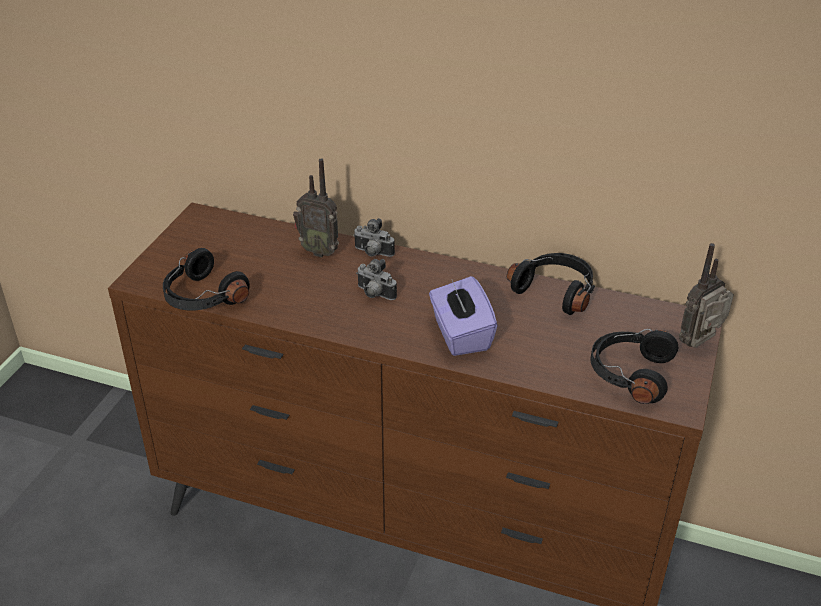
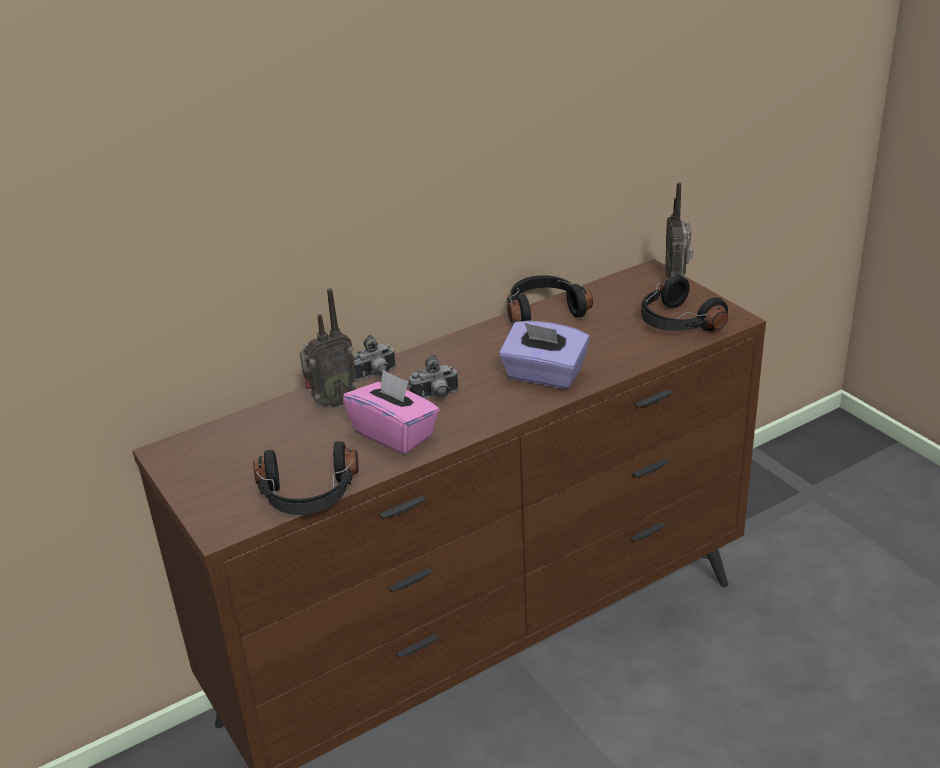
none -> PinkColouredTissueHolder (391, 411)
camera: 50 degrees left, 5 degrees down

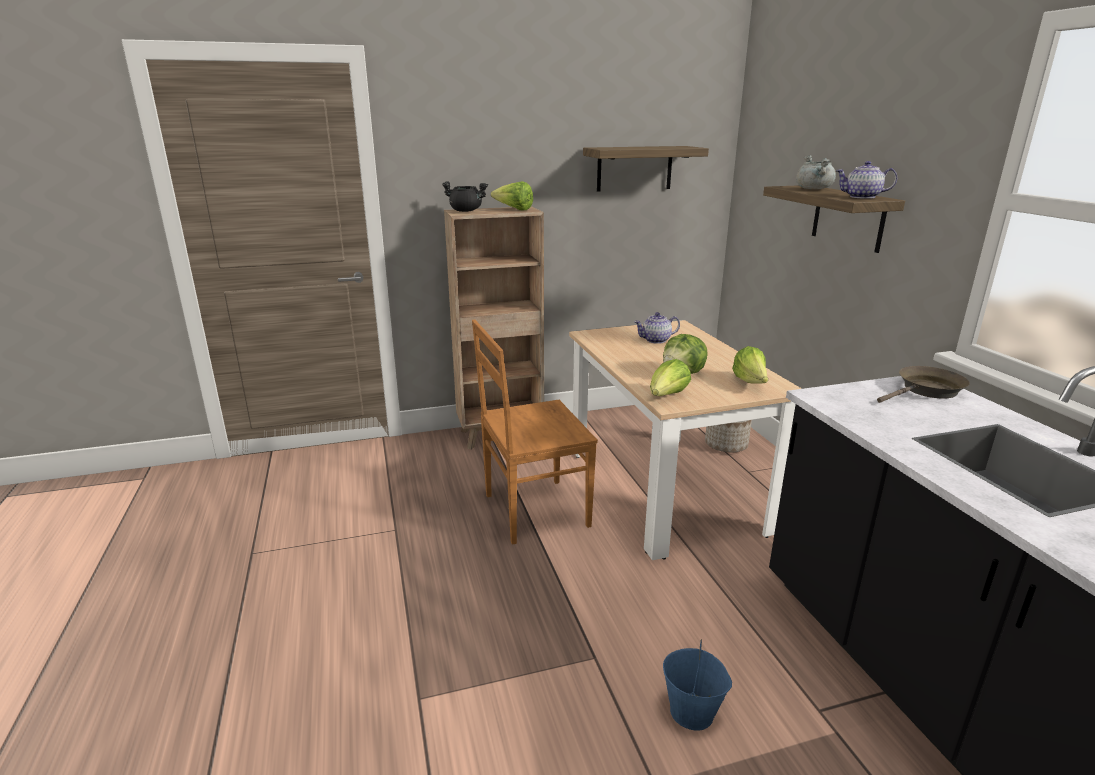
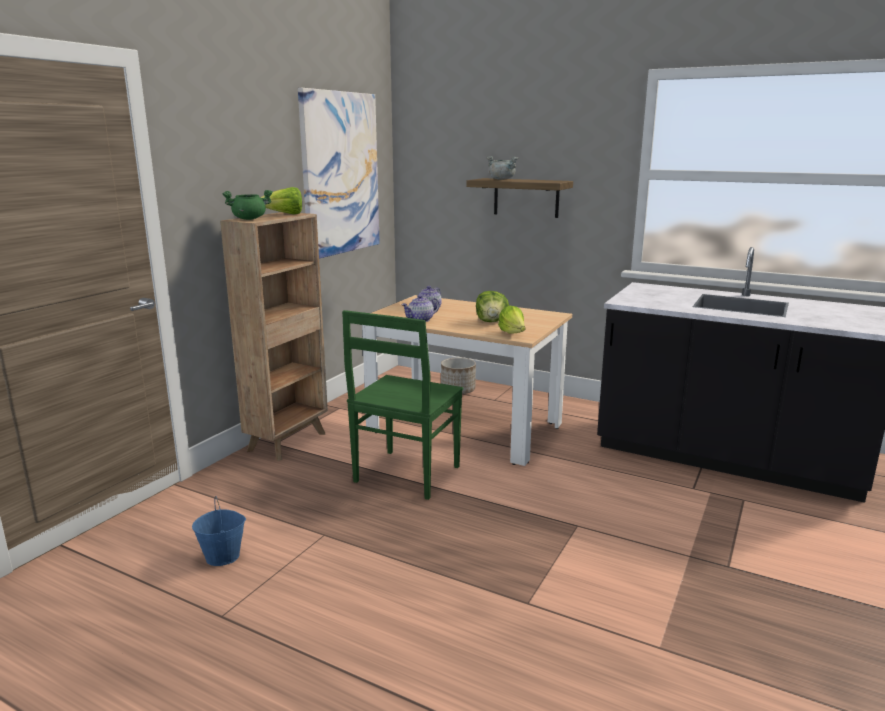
HeadOfLettuce (750, 365) -> none
BrownColouredPan (923, 384) -> none
BlueWaterBucket (697, 685) -> BlueWaterBucket (219, 531), move
Teapot (866, 180) -> Teapot (420, 308), move
Shelf (646, 169) -> WallArt (339, 173)
BlackishCookingPot (465, 196) -> GreenishCookingPot (247, 205)
BrownColouredChair (535, 432) -> GreenishChair (402, 405)
camera: 45 degrees left, 5 degrees down

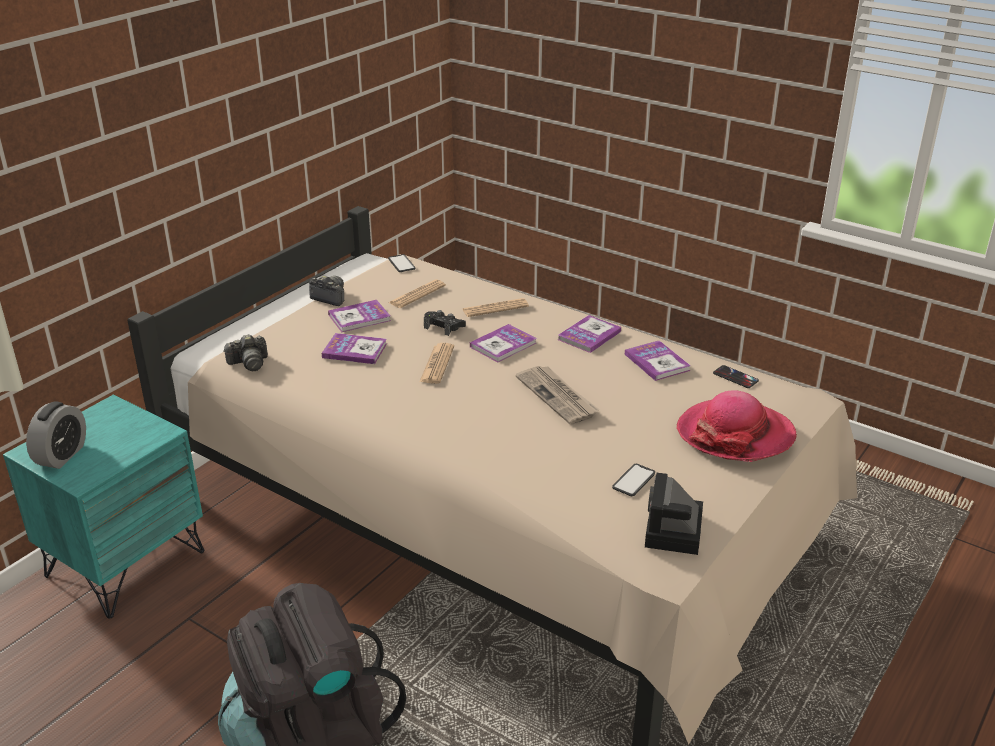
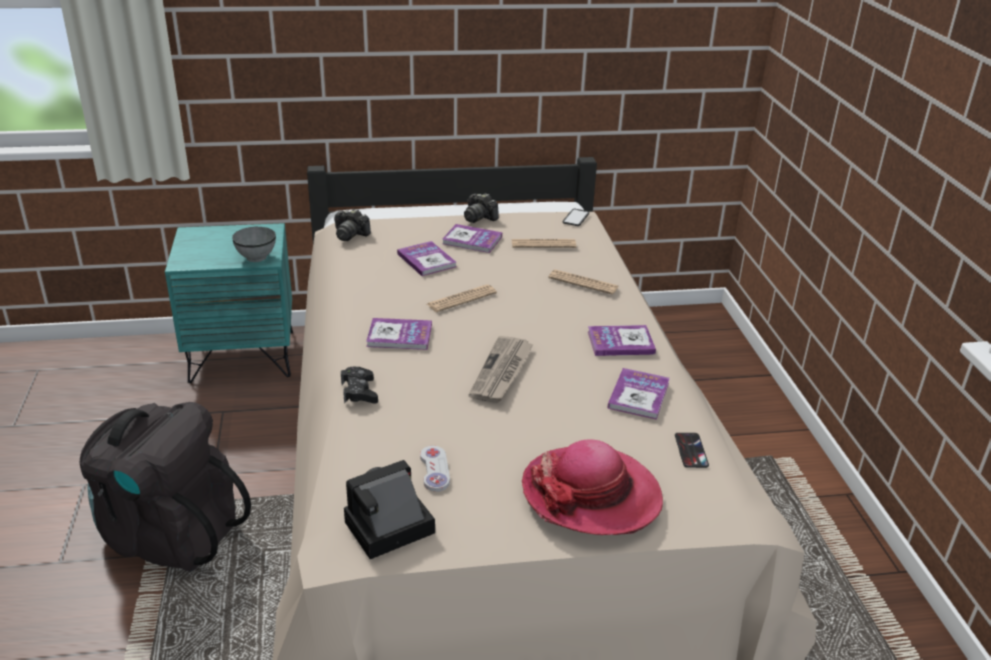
TableClock (56, 435) -> none
none -> GrayDeepDish (254, 244)
BlackishGameController (445, 323) -> BlackishGameController (359, 385), move
Volume (503, 343) -> Volume (399, 334), move
Telephone (633, 480) -> WhiteGameController (435, 469)
StillCamera (326, 291) -> StillCamera (481, 208), 150 degrees clockwise
camera: 45 degrees right, 0 degrees up

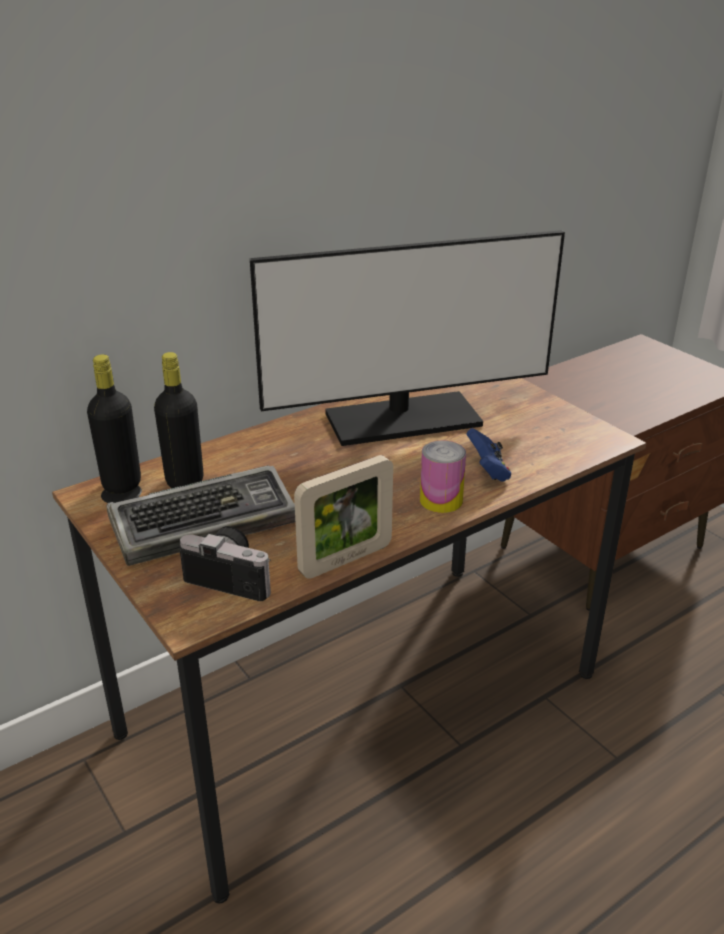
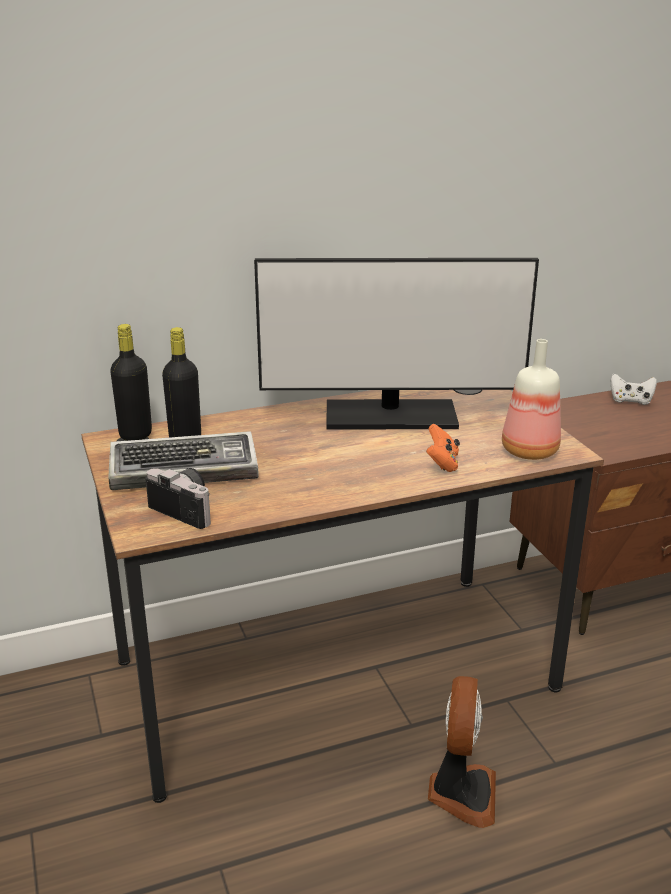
PhotoFrame (343, 517) -> none
Can (443, 476) -> none
none -> ElectricFan (462, 752)
none -> BeverageBottle (531, 399)
none -> WhiteGameController (634, 389)
BlueGameController (488, 455) -> OrangeColouredGameController (443, 448)
camera: 15 degrees right, 5 degrees down

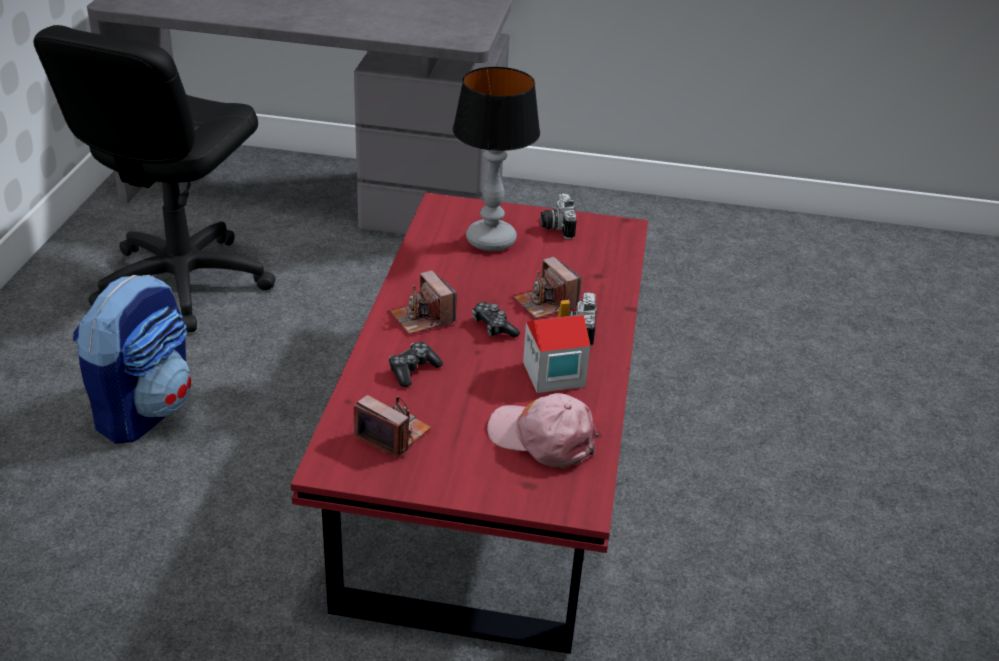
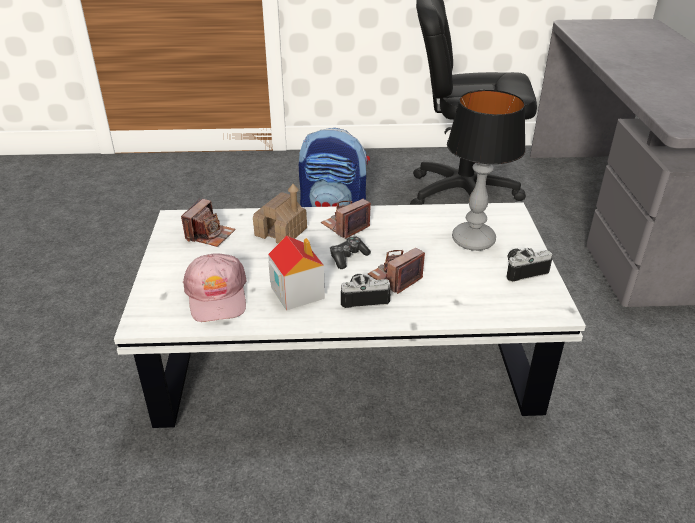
GameController (416, 364) -> ToyHouse (280, 214)
RedLoungeTable (469, 423) -> WhiteLoungeTable (350, 315)
PinkColouredCap (543, 430) -> PinkColouredCap (215, 287), 150 degrees clockwise
camera: 80 degrees right, 0 degrees up

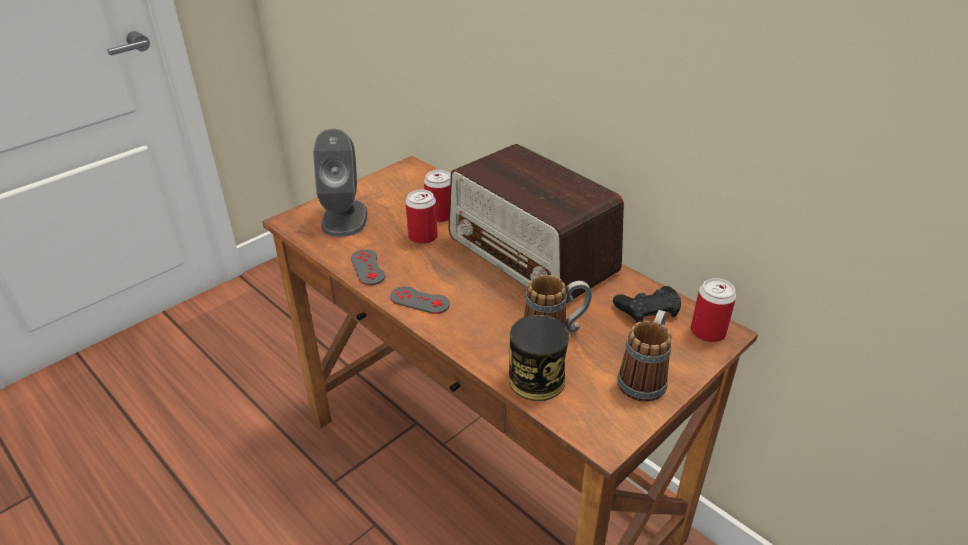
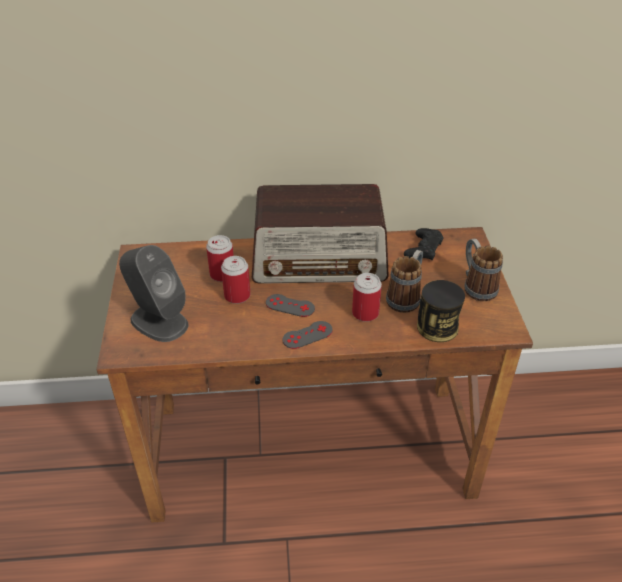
GrayGameController (368, 267) -> GrayGameController (290, 305), move
Can (714, 310) -> Can (367, 297), move
camera: 50 degrees left, 5 degrees up

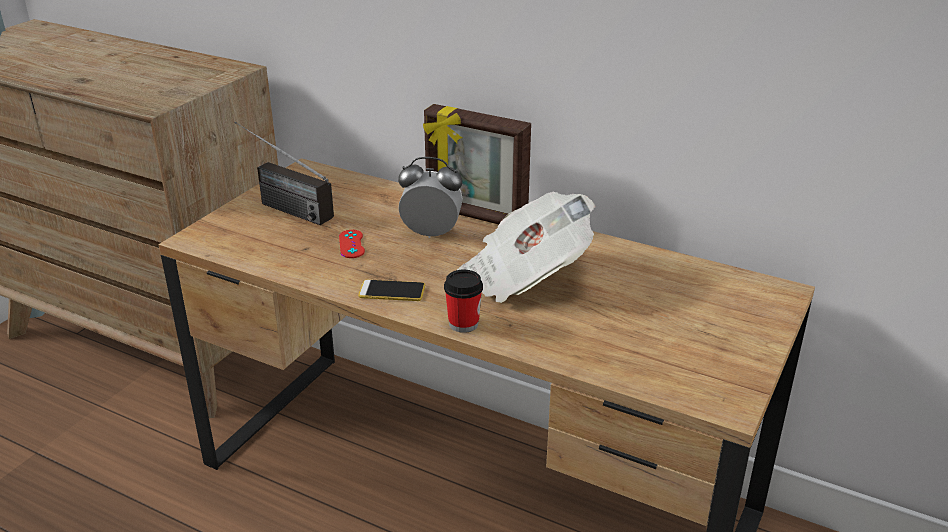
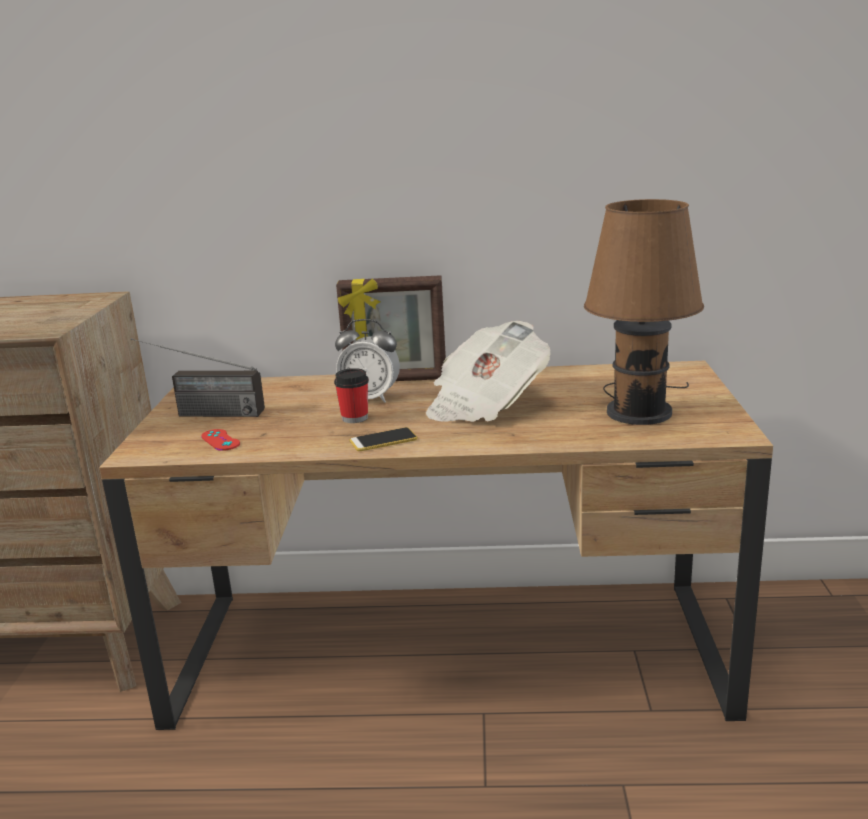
none -> BrownColouredTableLamp (644, 312)
RedGameController (352, 244) -> RedGameController (220, 440), move
SmallCup (463, 301) -> SmallCup (351, 395), move
TableClock (430, 197) -> TableClock (367, 361), 150 degrees counterclockwise
camera: 25 degrees left, 10 degrees down

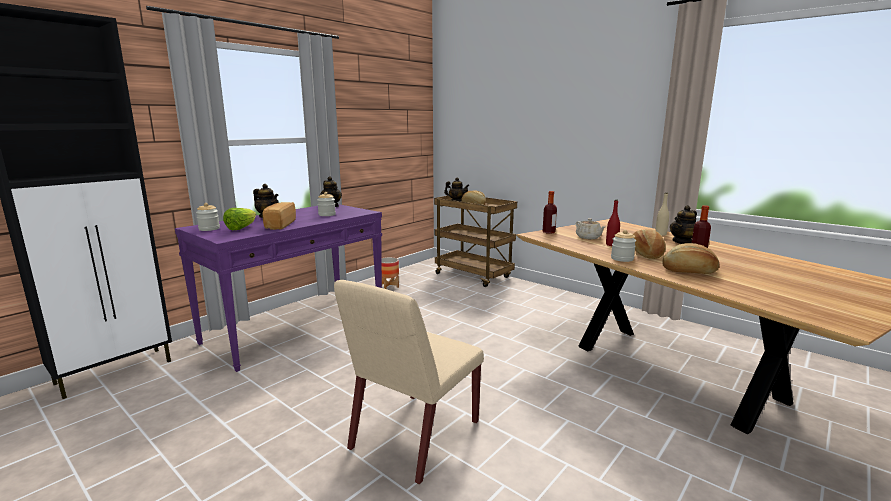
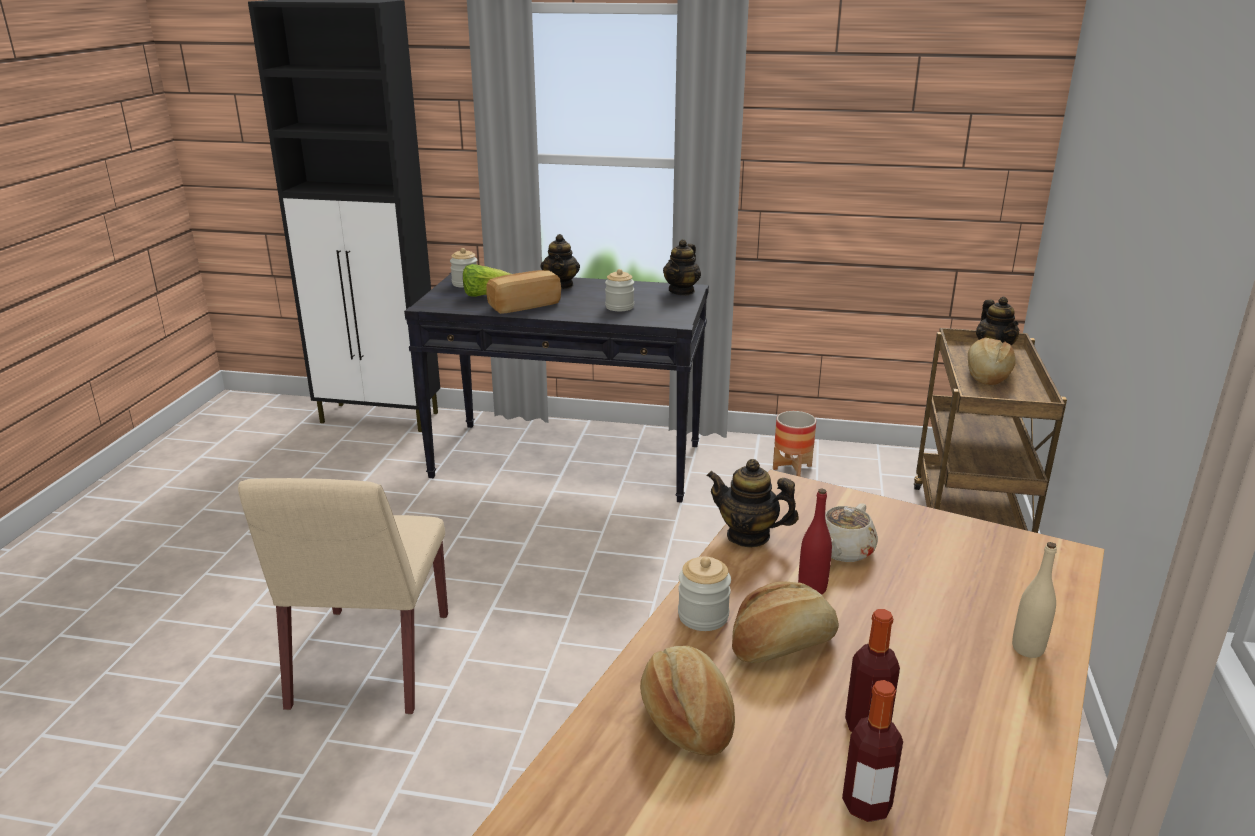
BeverageBottle (550, 212) -> BeverageBottle (872, 751), move
Teapot (683, 224) -> Teapot (753, 503), move
PurpleHallTable (278, 288) -> BlackishHallTable (556, 388)
BeigeColouredChair (409, 382) -> BeigeColouredChair (343, 596), 90 degrees counterclockwise
camera: 60 degrees right, 10 degrees up

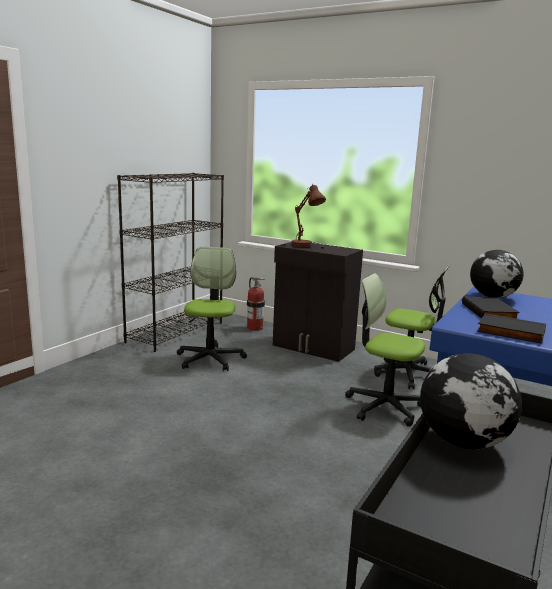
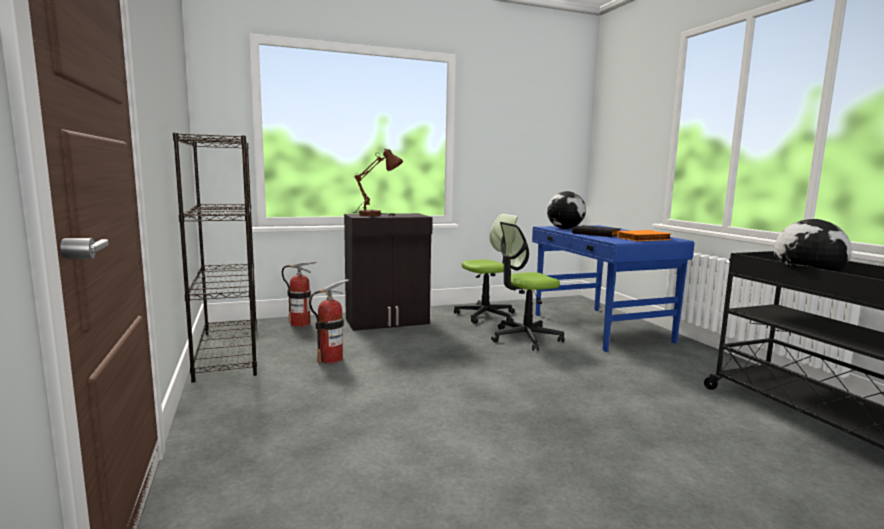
OfficeChair (212, 309) -> FireExtinguisher (329, 321)
BlackishVolume (511, 328) -> OrangeColouredVolume (644, 235)
camera: 50 degrees left, 5 degrees down

